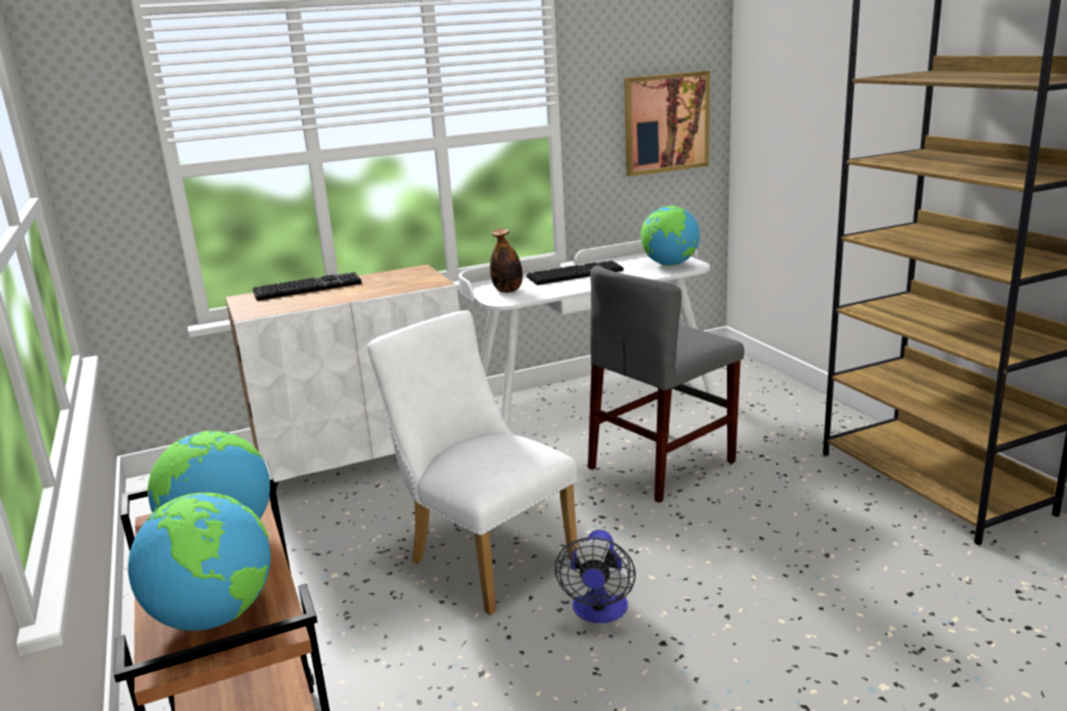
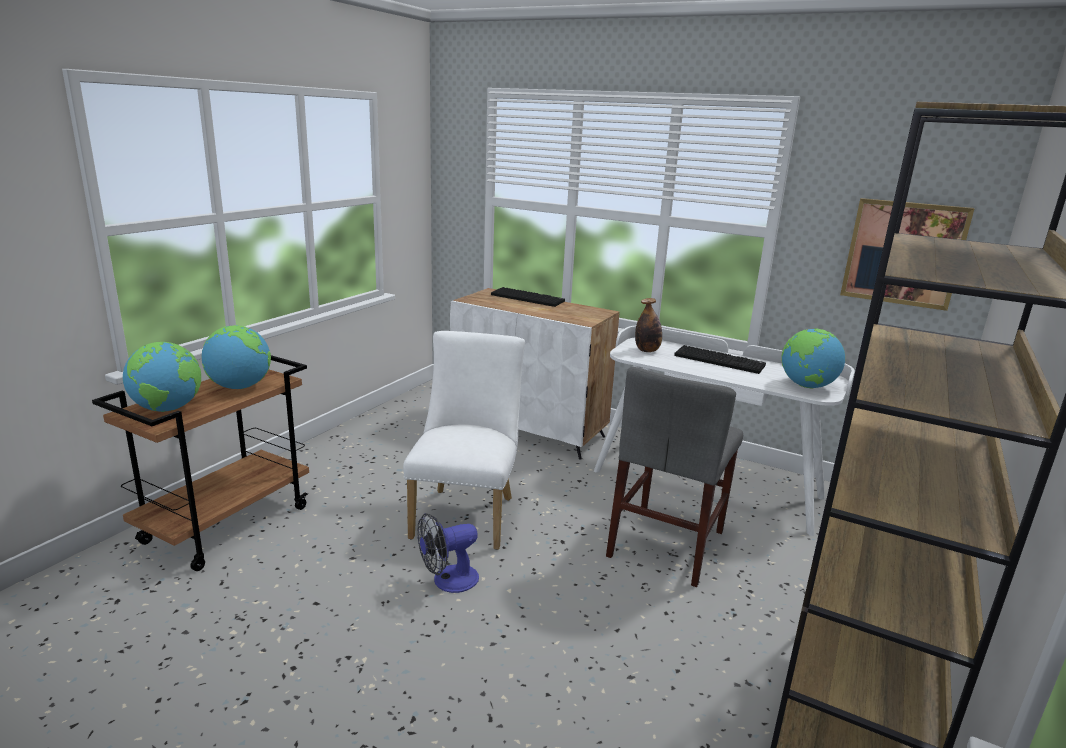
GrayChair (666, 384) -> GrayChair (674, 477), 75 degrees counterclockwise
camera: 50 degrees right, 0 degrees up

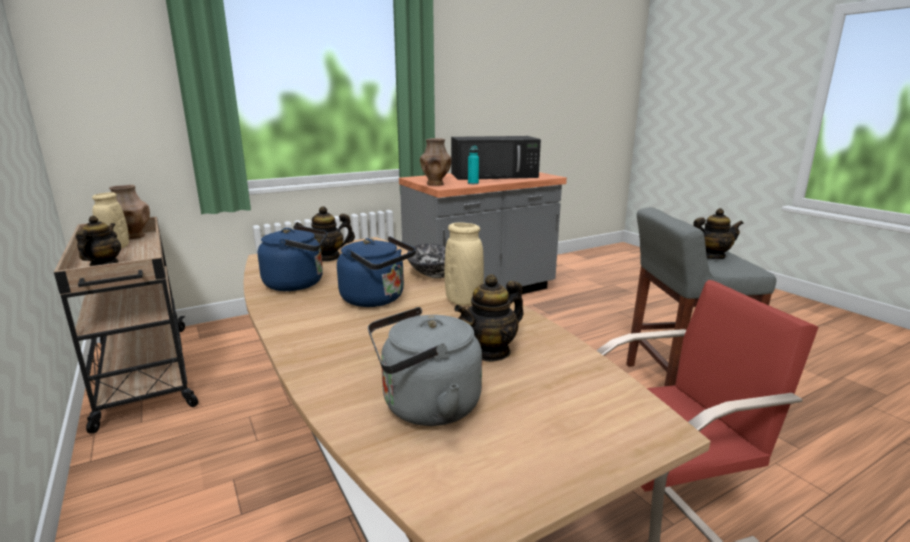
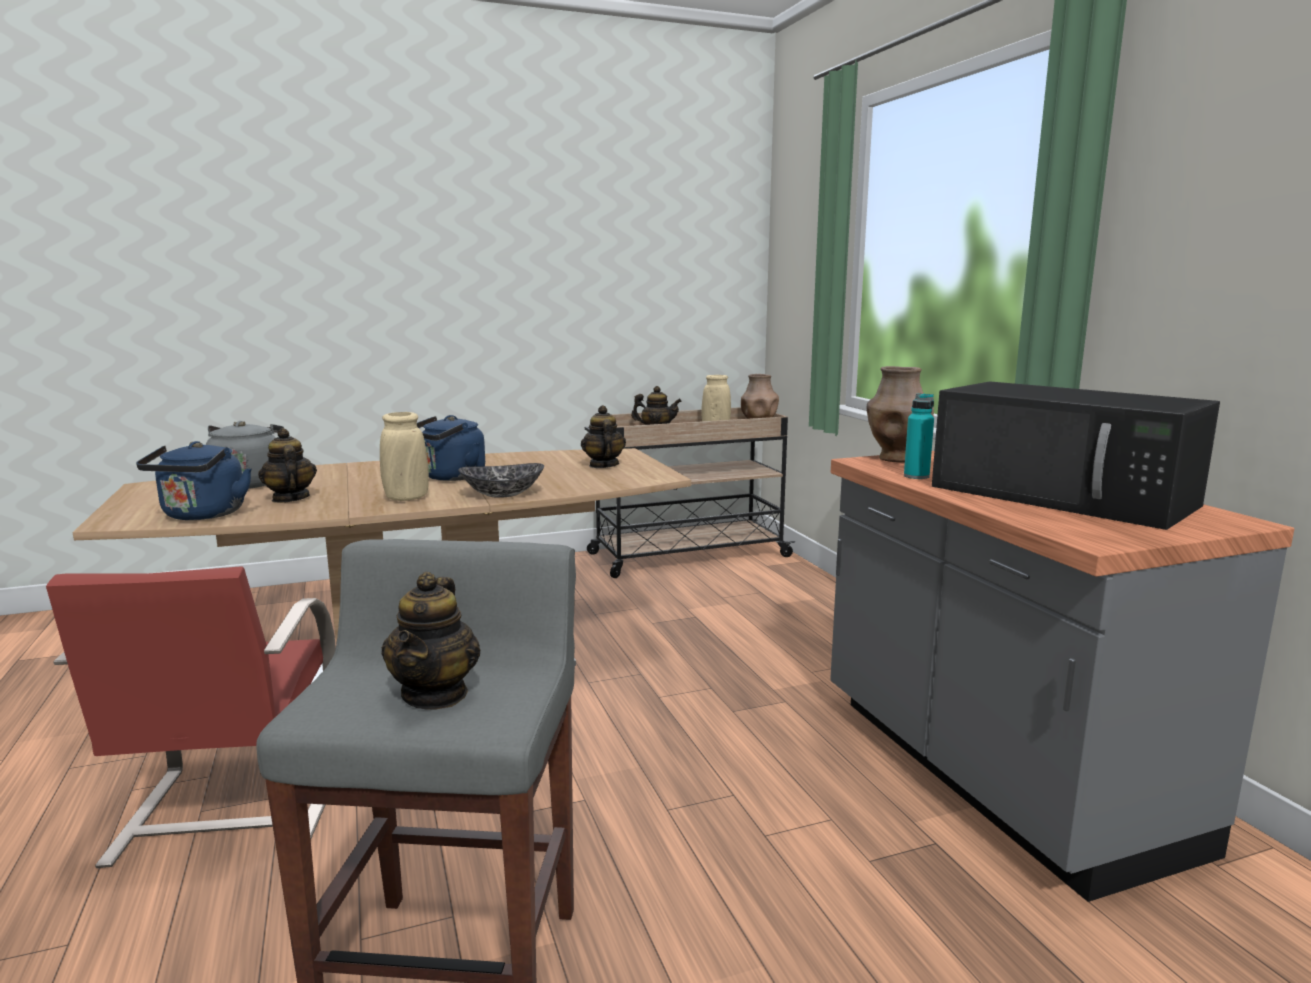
BlueTeaKettle (293, 258) -> BlueTeaKettle (194, 480), move
BlackishMicrowave (496, 158) -> BlackishMicrowave (1076, 455), 45 degrees counterclockwise
camera: 100 degrees right, 5 degrees down

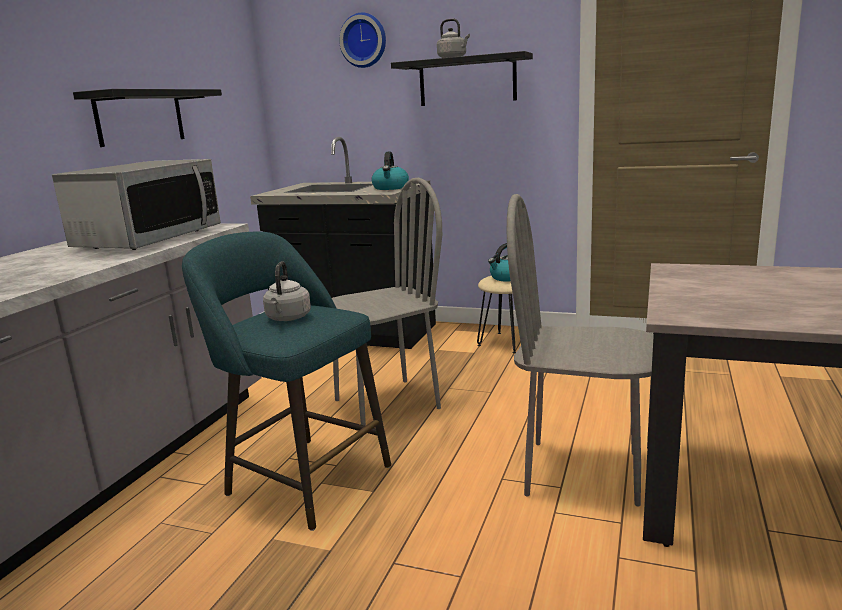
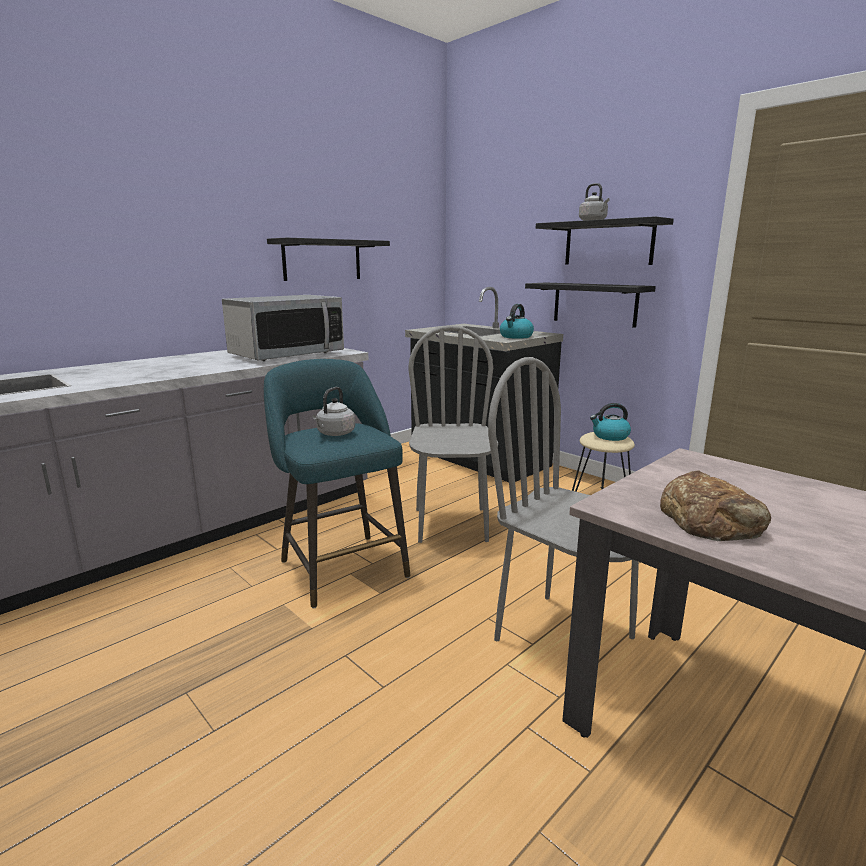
ClockOnTheWall (362, 40) -> none
none -> BlackishShelf (590, 305)
none -> BakeryBread (715, 505)
GrayChair (387, 301) -> GrayChair (453, 434), 90 degrees counterclockwise
camera: 25 degrees right, 0 degrees up

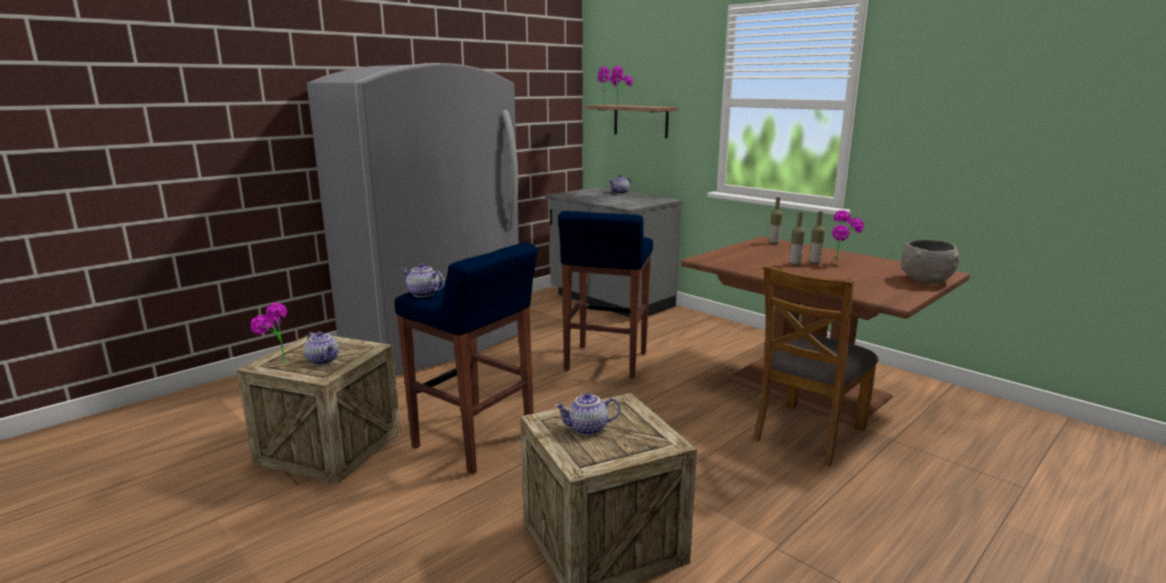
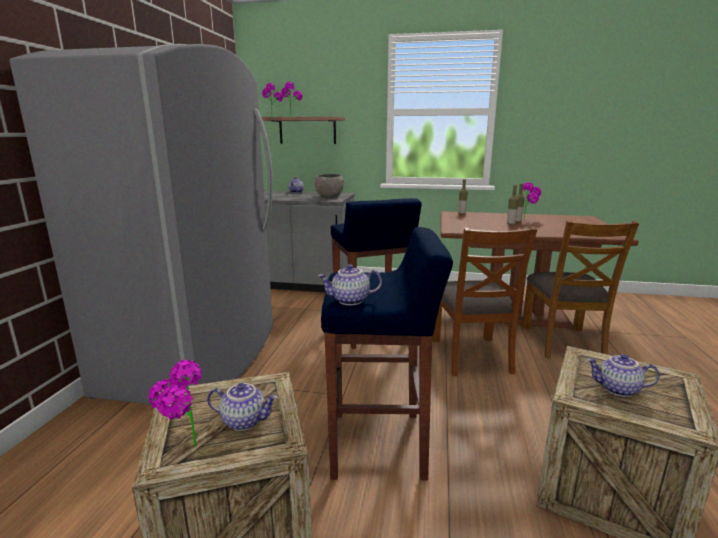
none -> BrownColouredChair (484, 301)
GrayDeepDish (930, 261) -> GrayDeepDish (329, 186), move
Teapot (587, 414) -> Teapot (623, 375), 60 degrees clockwise
camera: 35 degrees left, 0 degrees up

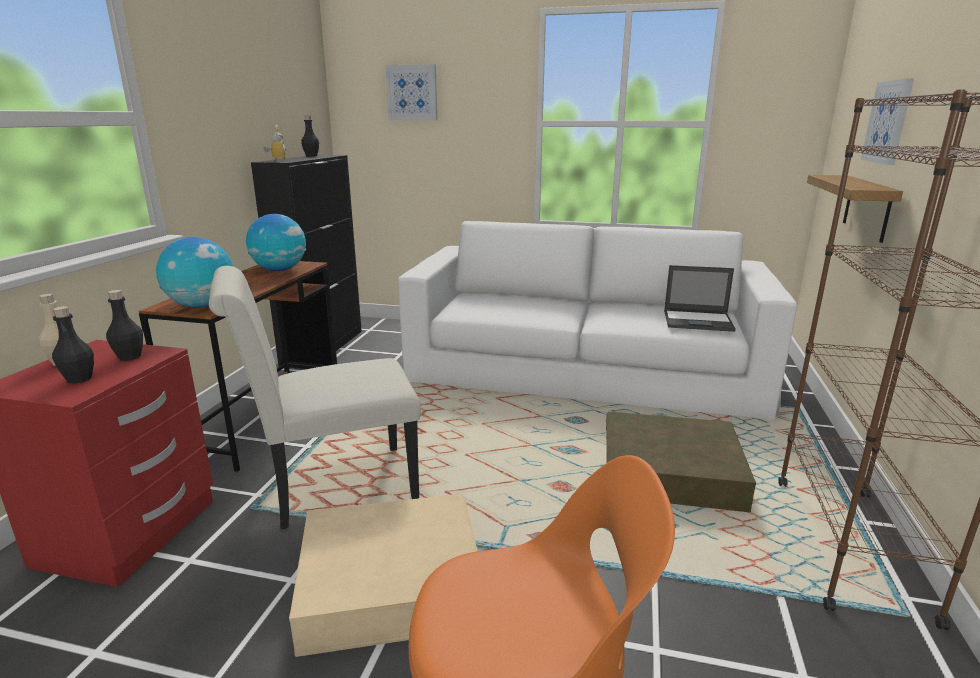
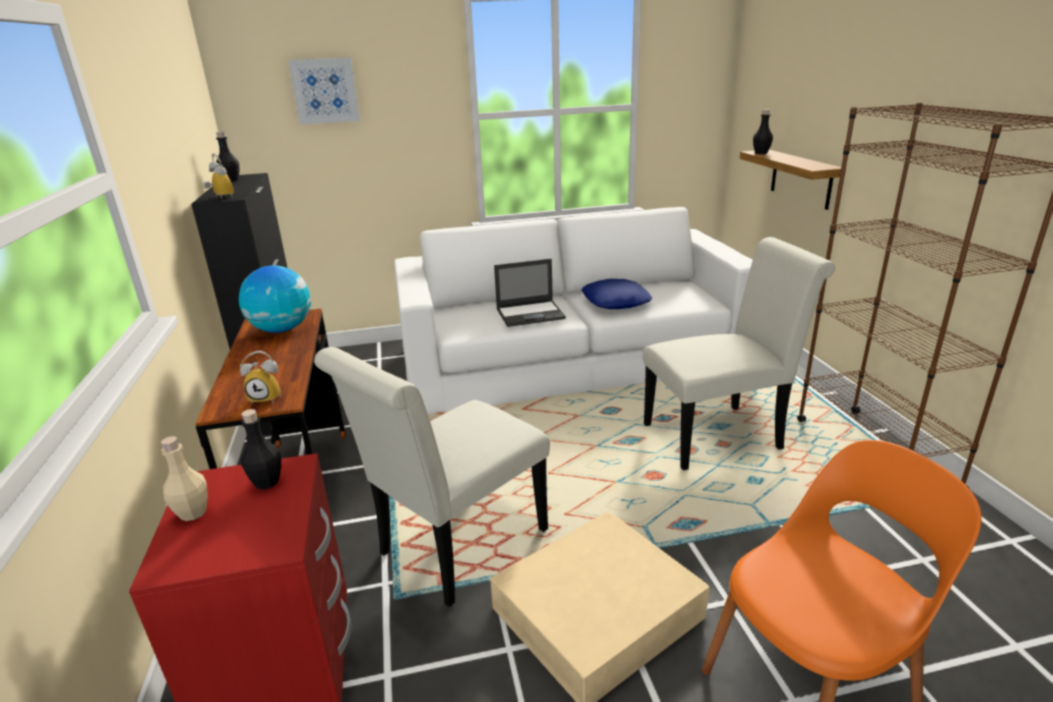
WallArt (887, 121) -> none
none -> BluePillow (617, 294)
BlackishBeverageBottle (73, 345) -> BlackishBeverageBottle (763, 132), move
Laptop (700, 298) -> Laptop (530, 293), move
DeskGlobe (194, 272) -> TableClock (260, 377)
BrownColouredStorageBin (681, 462) -> WhiteChair (739, 353)
camera: 25 degrees left, 5 degrees up

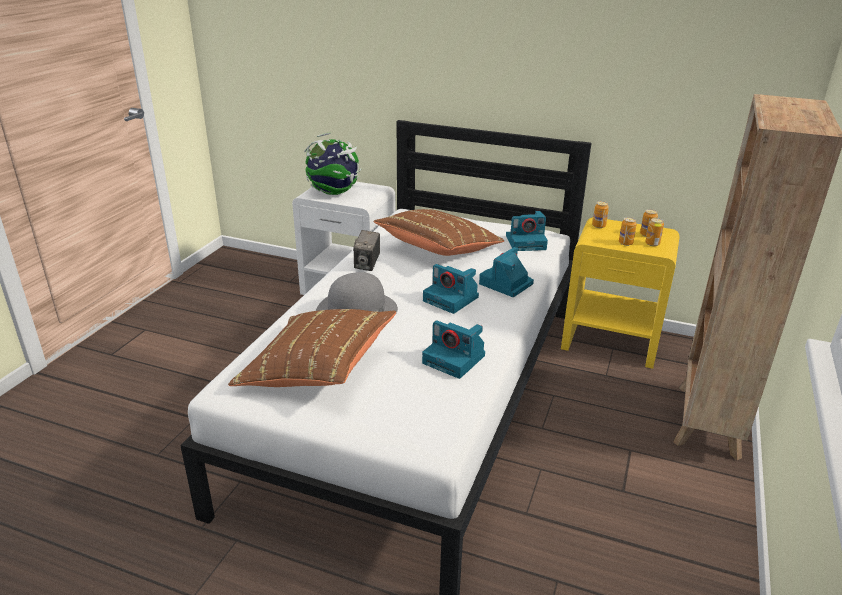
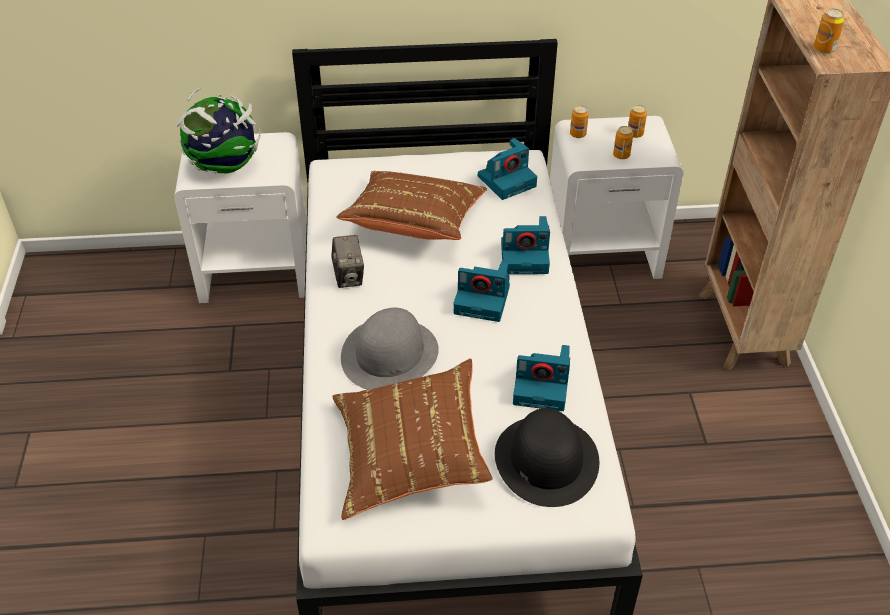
none -> BlackishClothingHat (547, 457)
Can (654, 232) -> Can (829, 30), move
YellowNightstand (620, 293) -> WhiteNightstand (617, 197)
StillCamera (506, 272) -> StillCamera (525, 245), 105 degrees counterclockwise
camera: 25 degrees left, 15 degrees up

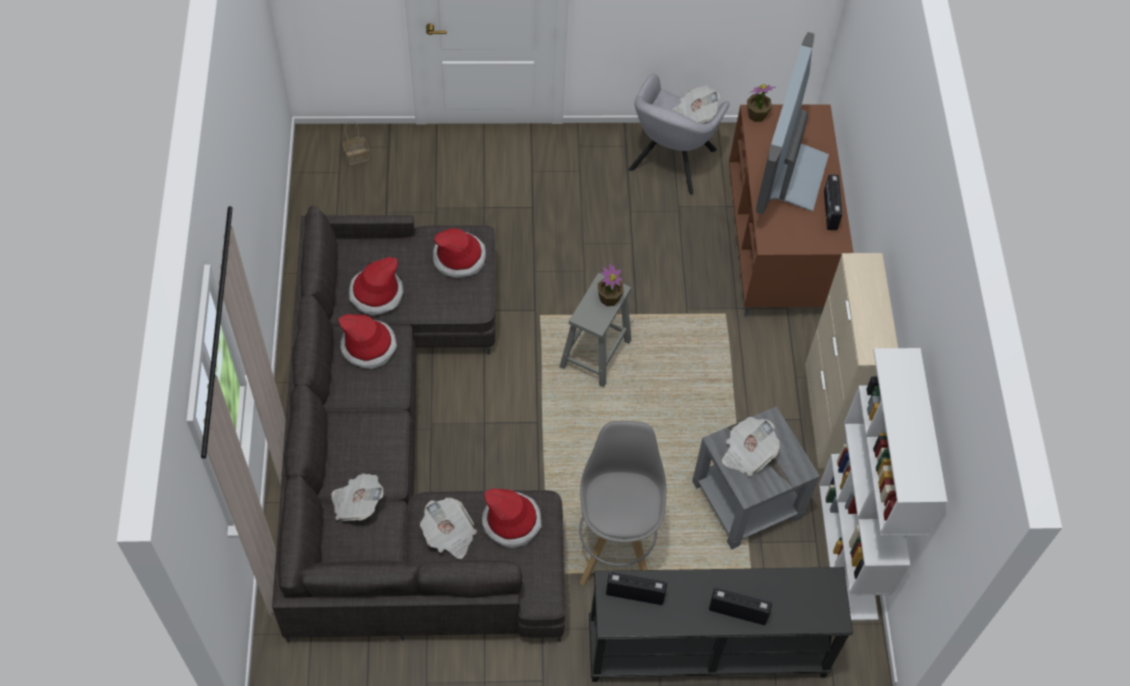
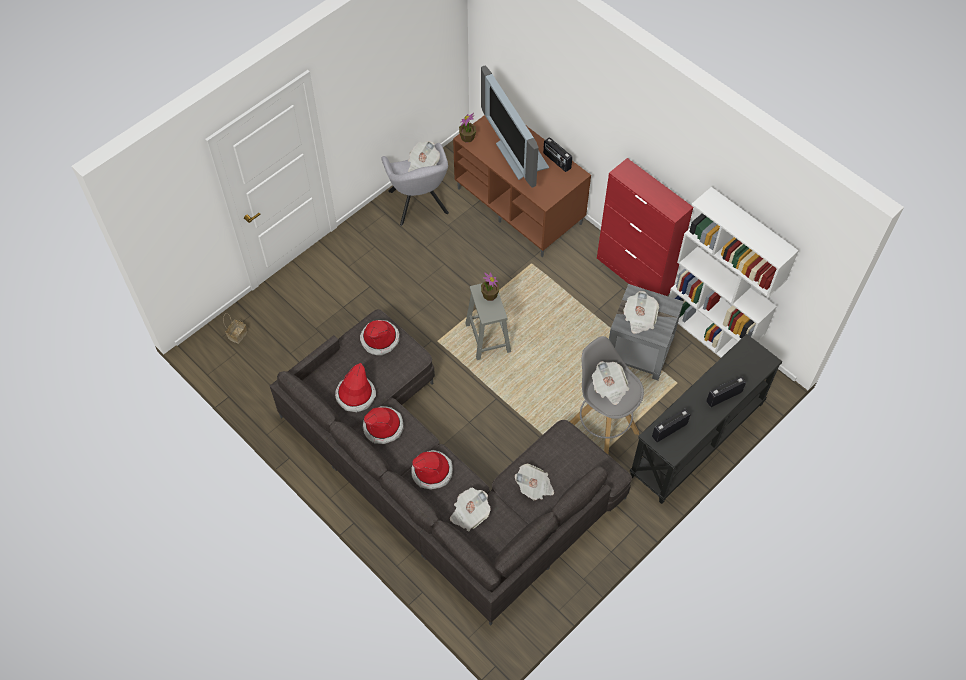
none -> Newspaper (610, 383)
ClothingHat (512, 518) -> ClothingHat (432, 469), move
BeigeColouredCupboard (851, 360) -> RedCupboard (645, 227)
camera: 40 degrees left, 0 degrees up

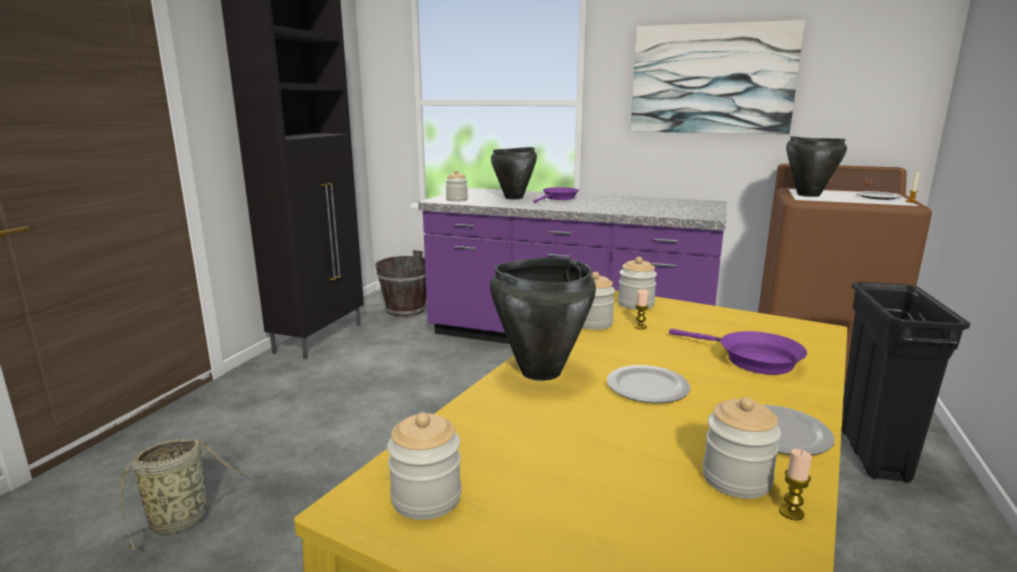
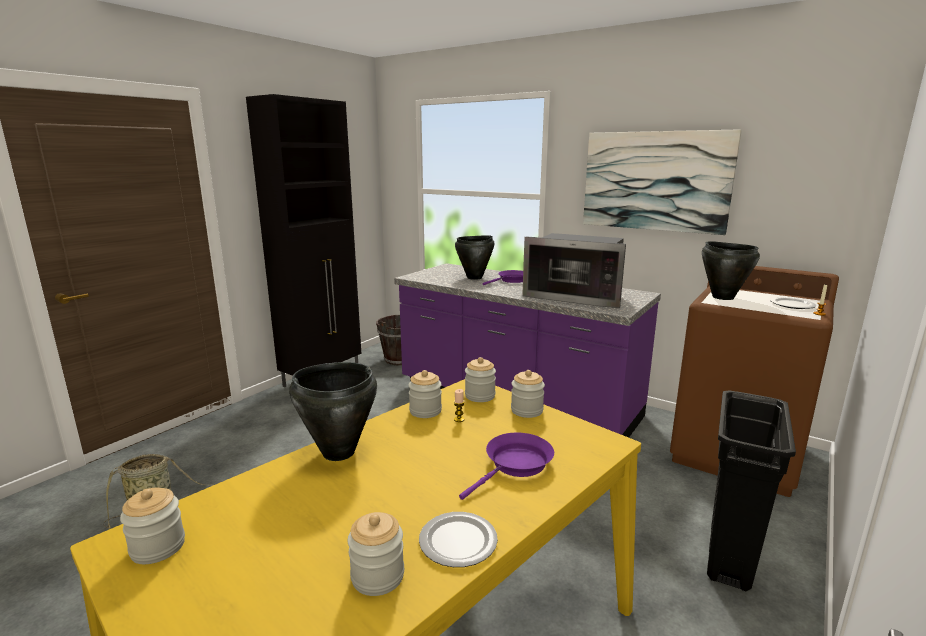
Plate (648, 384) -> none
WaxCandle (795, 484) -> none
none -> Microwave (574, 271)
StorageJar (457, 186) -> StorageJar (528, 394), move
PurplePan (738, 352) -> PurplePan (506, 466), 105 degrees counterclockwise
camera: 15 degrees right, 0 degrees up

